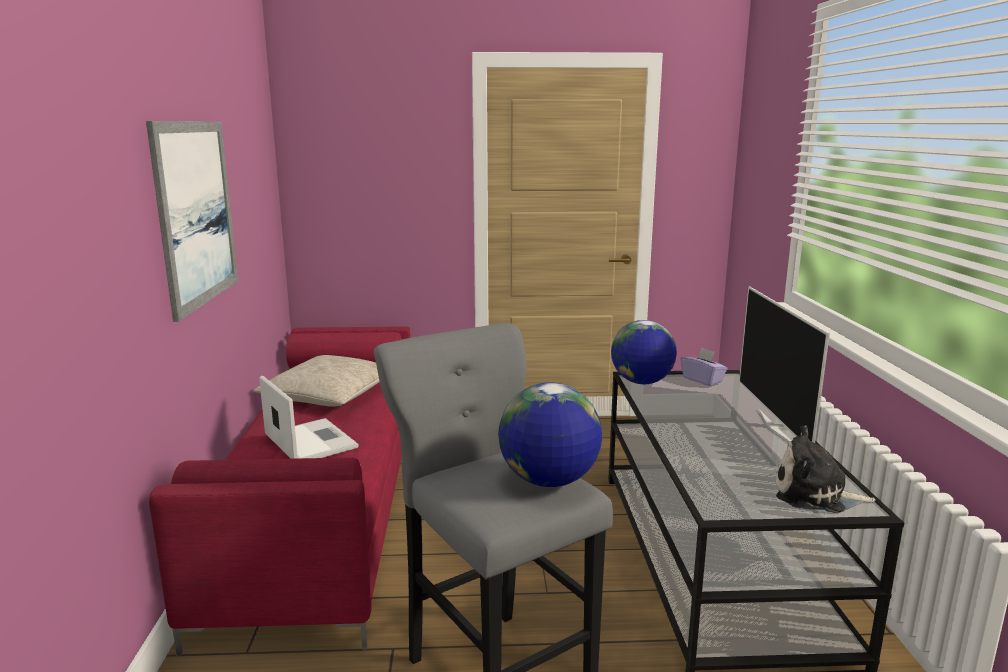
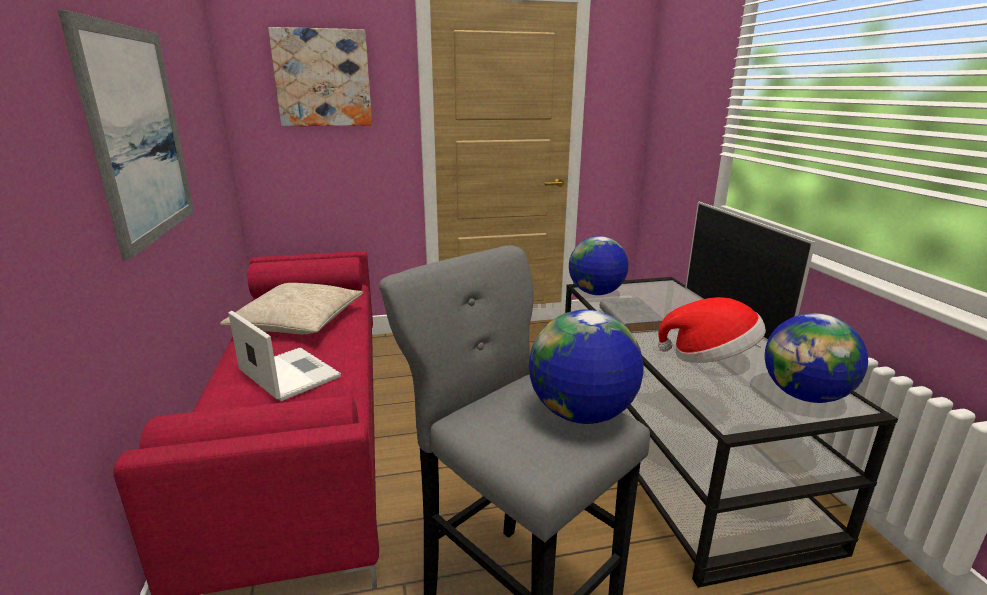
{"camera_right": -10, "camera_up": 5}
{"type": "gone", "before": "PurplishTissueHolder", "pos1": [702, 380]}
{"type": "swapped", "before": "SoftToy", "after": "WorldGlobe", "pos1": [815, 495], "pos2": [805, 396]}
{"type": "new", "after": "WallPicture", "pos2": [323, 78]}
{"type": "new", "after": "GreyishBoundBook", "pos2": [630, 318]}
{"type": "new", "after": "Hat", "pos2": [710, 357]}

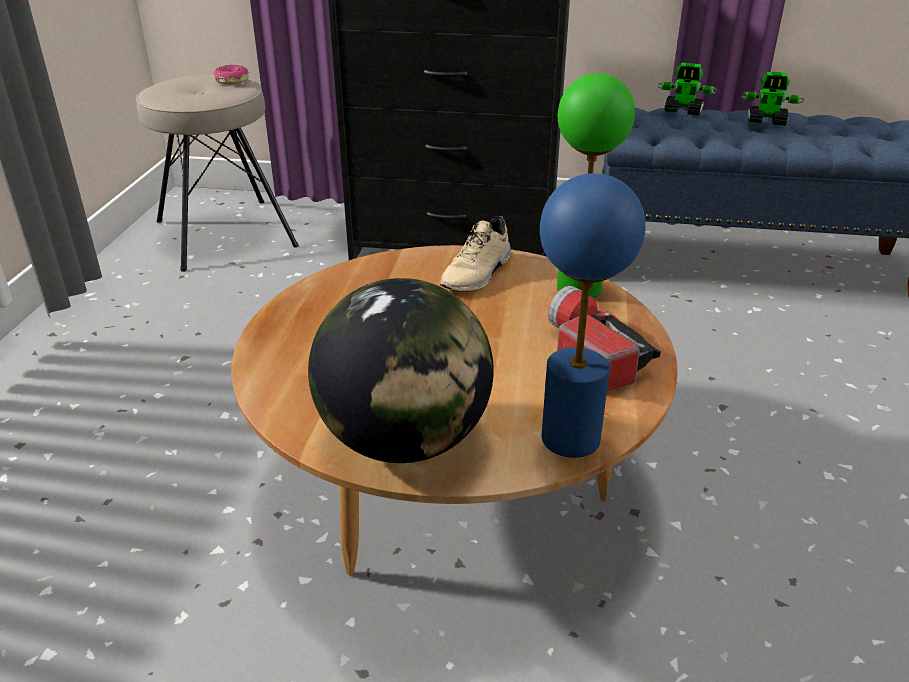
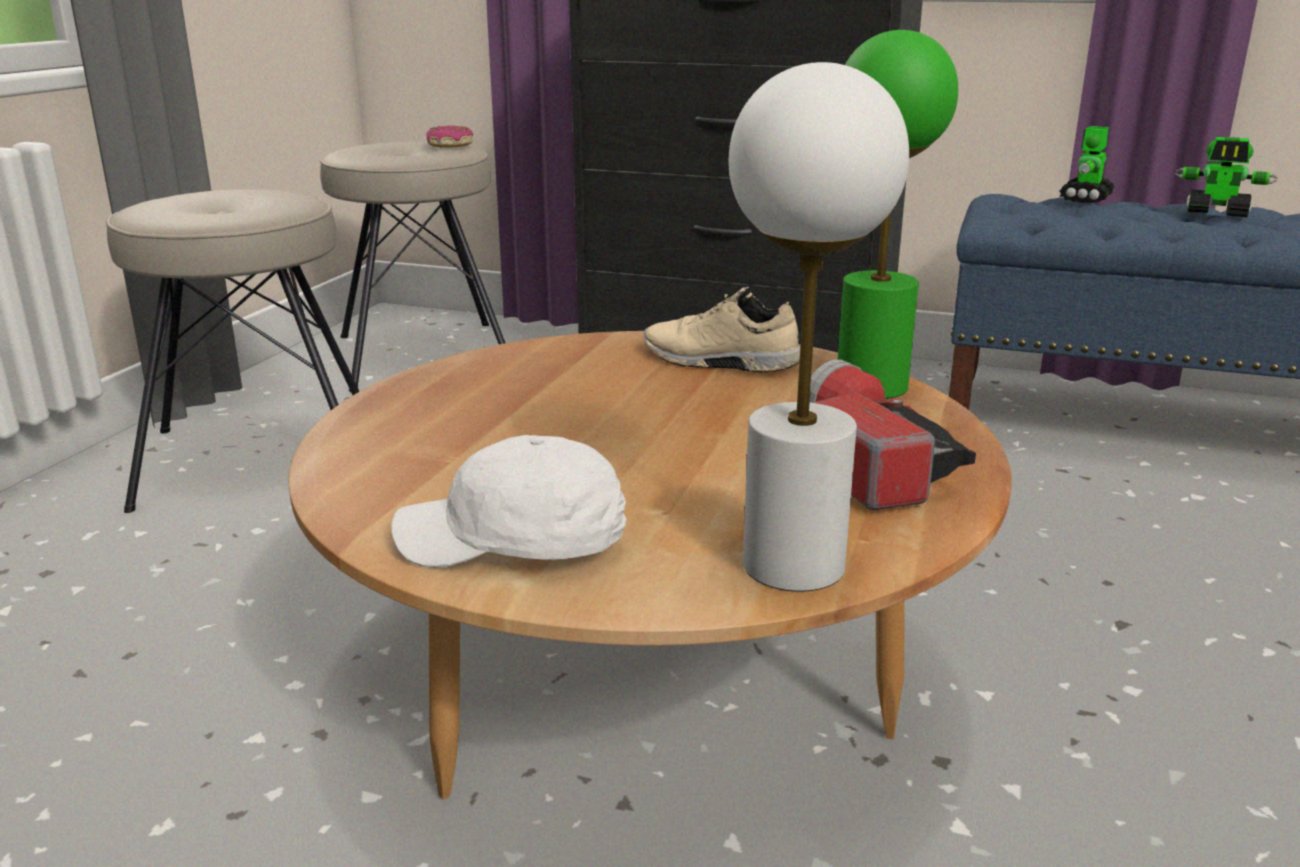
{"camera_right": 10, "camera_up": -10}
{"type": "rotated", "before": "ModelRobot", "pos1": [683, 111], "pos2": [1085, 199], "turn": 90}
{"type": "repainted", "before": "BluishLampForATable", "after": "WhitishLampForATable", "pos1": [570, 438], "pos2": [792, 565]}
{"type": "rotated", "before": "SandColouredLowShoe", "pos1": [478, 274], "pos2": [718, 362], "turn": 75}
{"type": "swapped", "before": "WorldGlobe", "after": "WhitishPeakedCap", "pos1": [404, 441], "pos2": [514, 544]}
{"type": "new", "after": "SandColouredStoolSeat", "pos2": [259, 459]}

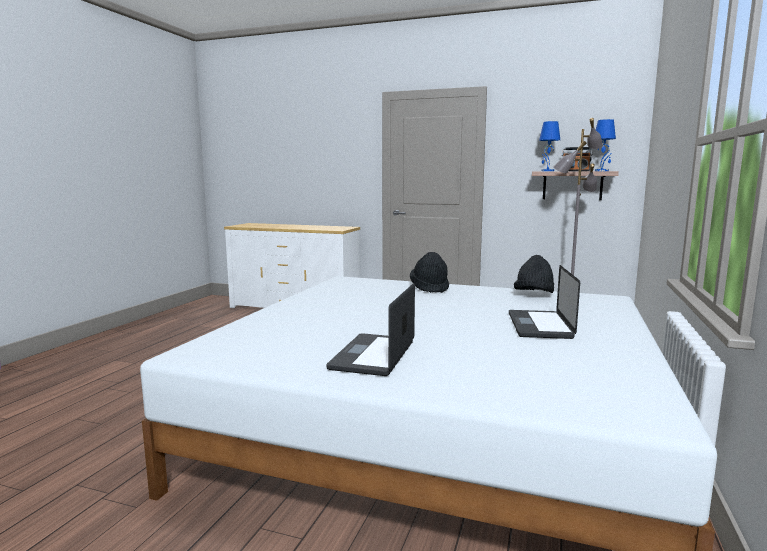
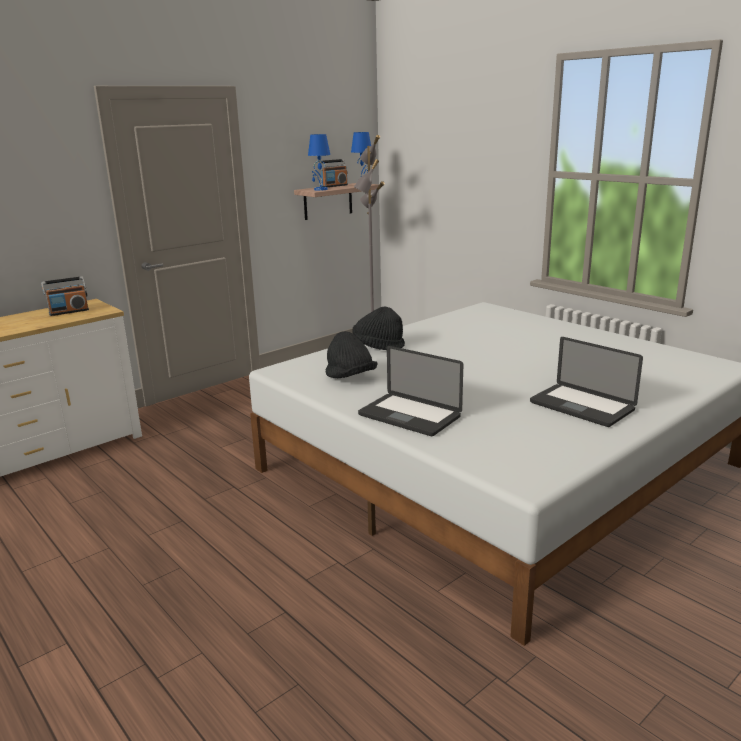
{"camera_right": -60, "camera_up": 10}
{"type": "shifted", "before": "BlackishHat", "pos1": [534, 295], "pos2": [350, 378]}
{"type": "shifted", "before": "PortableComputer", "pos1": [539, 325], "pos2": [409, 416]}
{"type": "new", "after": "RadioReceiver", "pos2": [69, 312]}

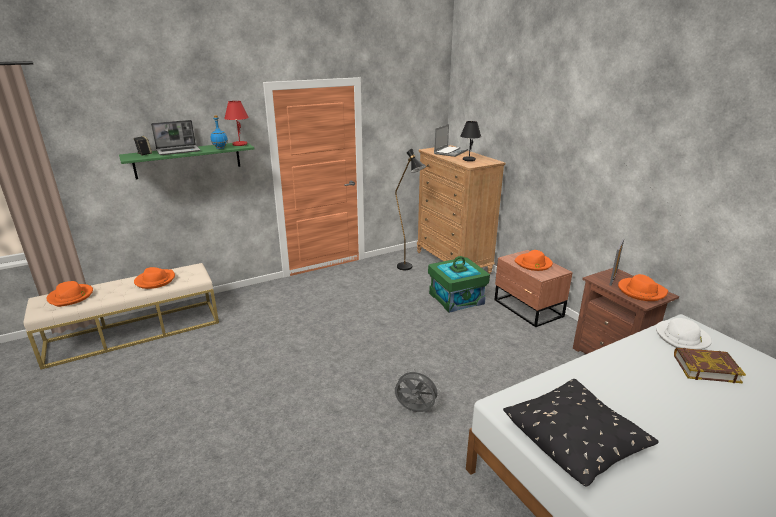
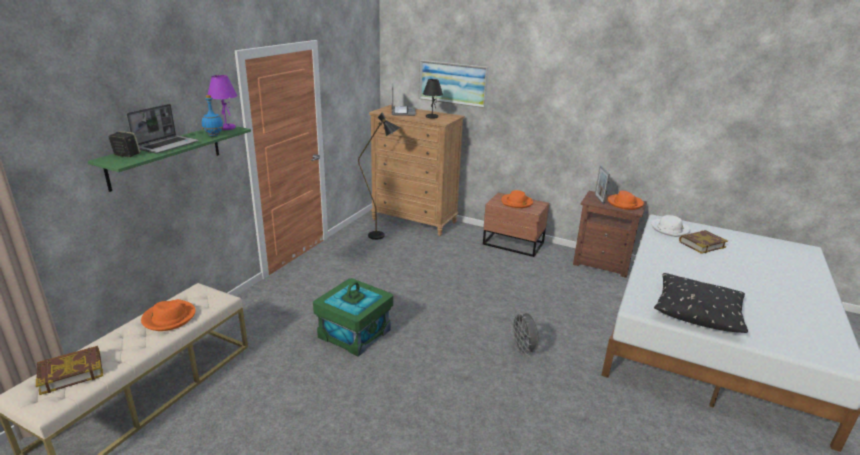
{"camera_right": -35, "camera_up": 0}
{"type": "repainted", "before": "RedLampForATable", "after": "PurplishLampForATable", "pos1": [239, 144], "pos2": [226, 128]}
{"type": "shifted", "before": "GreenColouredStorageBin", "pos1": [456, 298], "pos2": [354, 333]}
{"type": "swapped", "before": "OrangeHat", "after": "BoundBook", "pos1": [71, 297], "pos2": [71, 373]}
{"type": "rotated", "before": "GreyishFan", "pos1": [415, 410], "pos2": [523, 350], "turn": -90}
{"type": "new", "after": "WallPicture", "pos2": [452, 83]}

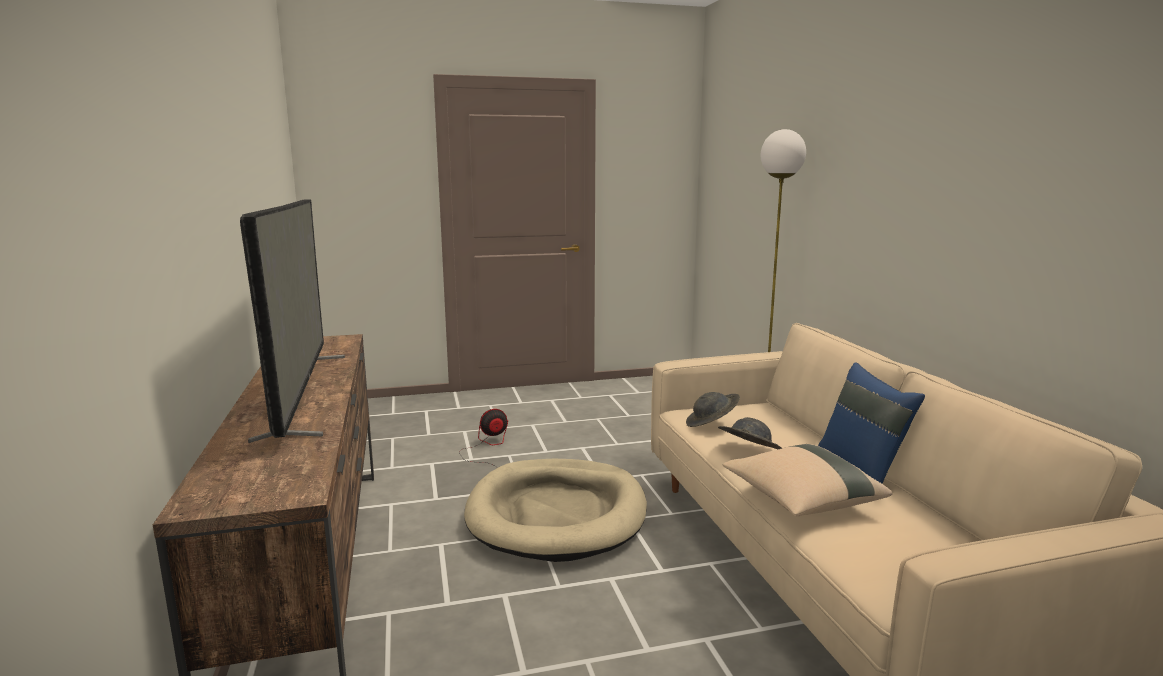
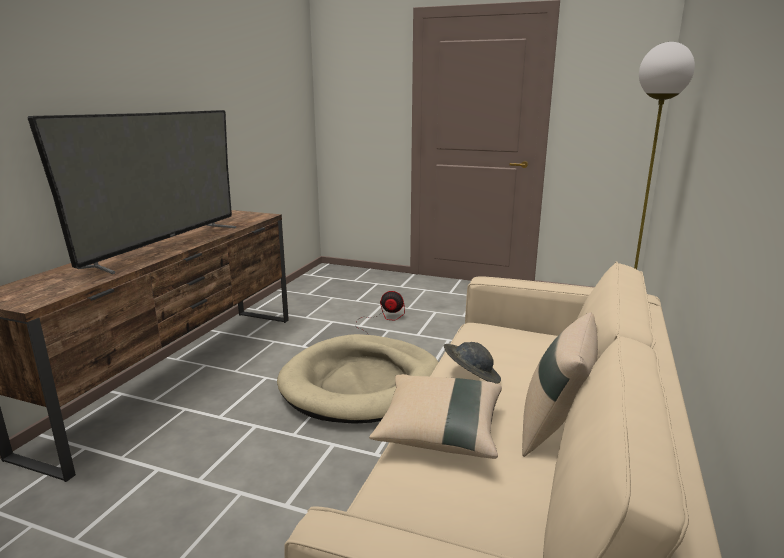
{"camera_right": 35, "camera_up": 5}
{"type": "repainted", "before": "BluishThrowPillow", "after": "SandColouredThrowPillow", "pos1": [862, 470], "pos2": [555, 429]}
{"type": "gone", "before": "GreyishHat", "pos1": [711, 424]}

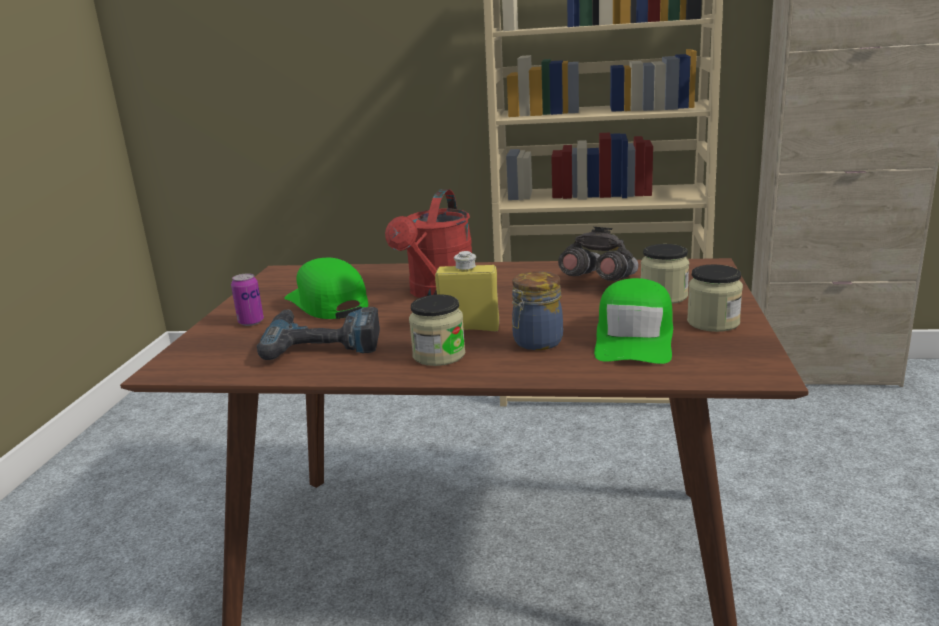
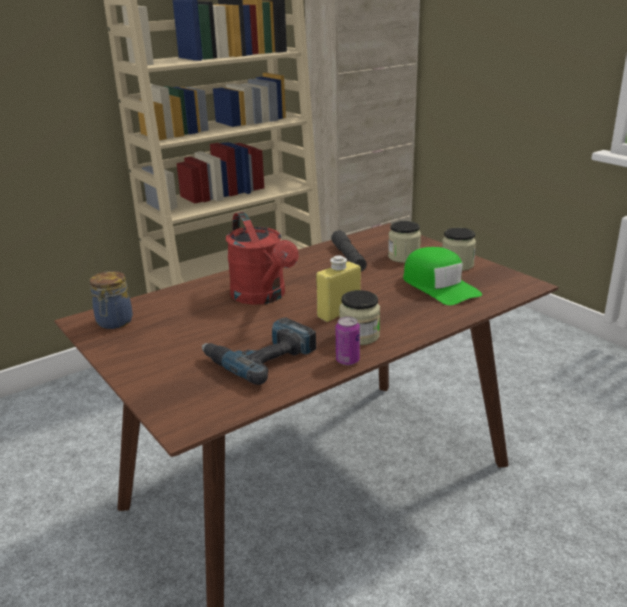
{"camera_right": -45, "camera_up": 5}
{"type": "swapped", "before": "GreyishBinoculars", "after": "GreyishFlashlight", "pos1": [598, 281], "pos2": [348, 258]}
{"type": "gone", "before": "GreenColouredPeakedCap", "pos1": [327, 303]}
{"type": "shifted", "before": "PreserveJar", "pos1": [536, 342], "pos2": [114, 323]}
{"type": "shifted", "before": "SealedCan", "pos1": [251, 322], "pos2": [347, 360]}

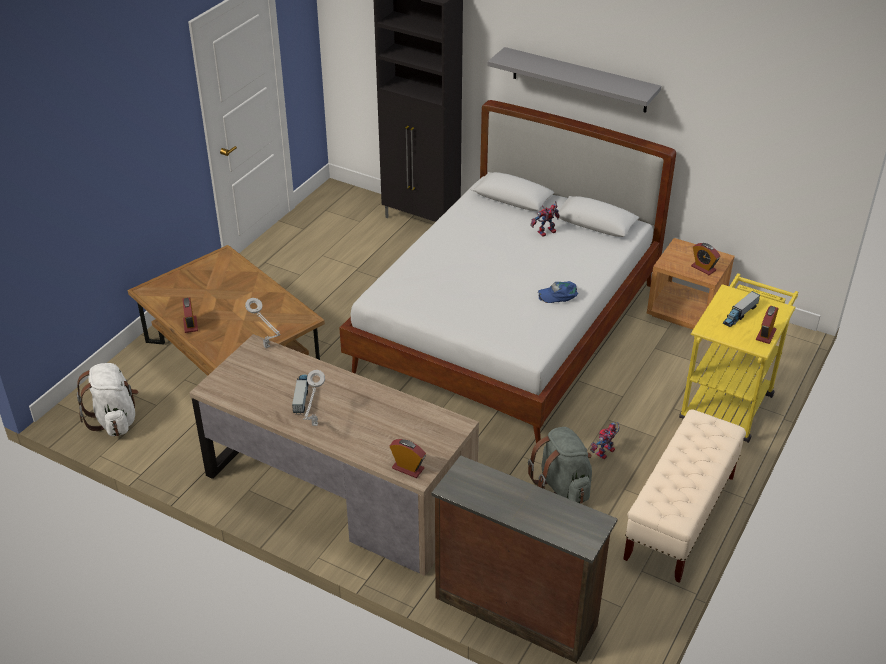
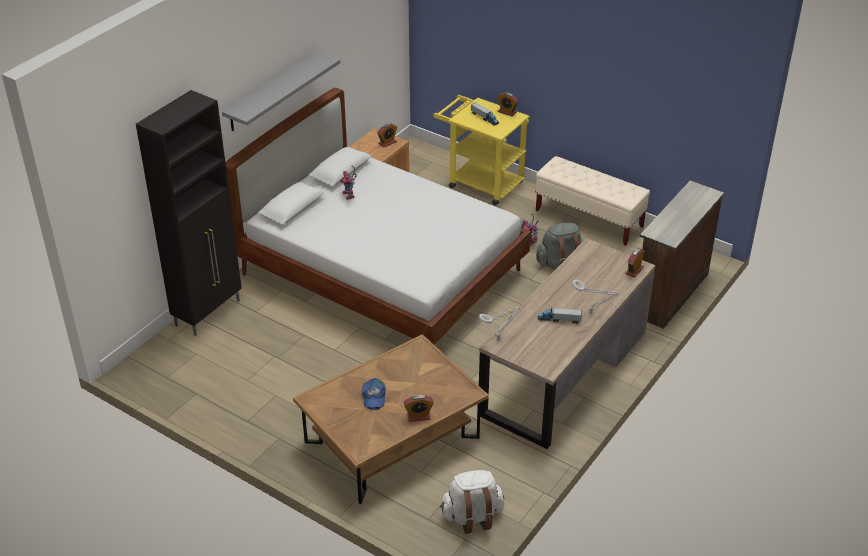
{"camera_right": -85, "camera_up": 0}
{"type": "shifted", "before": "BluishPeakedCap", "pos1": [558, 294], "pos2": [373, 396]}

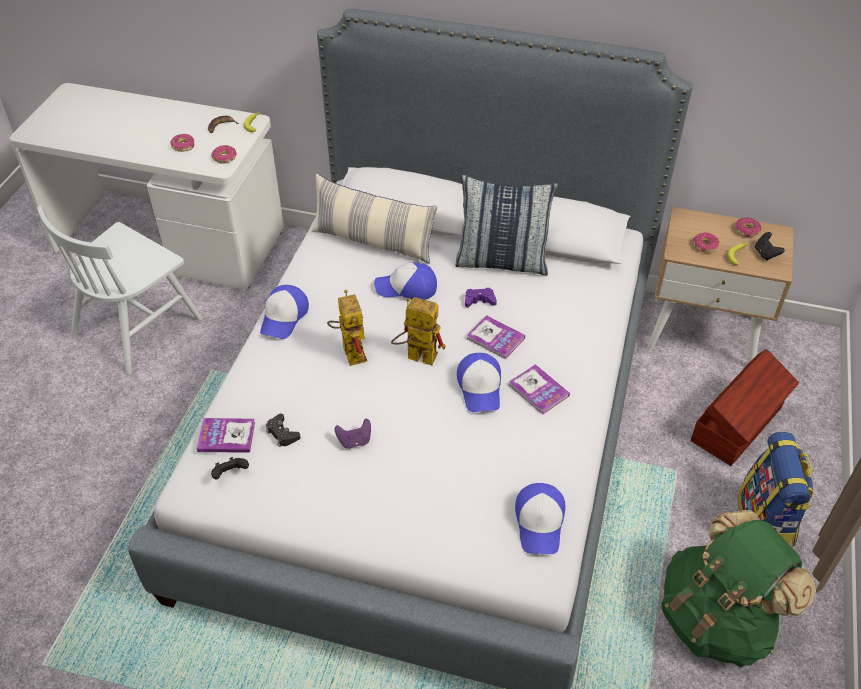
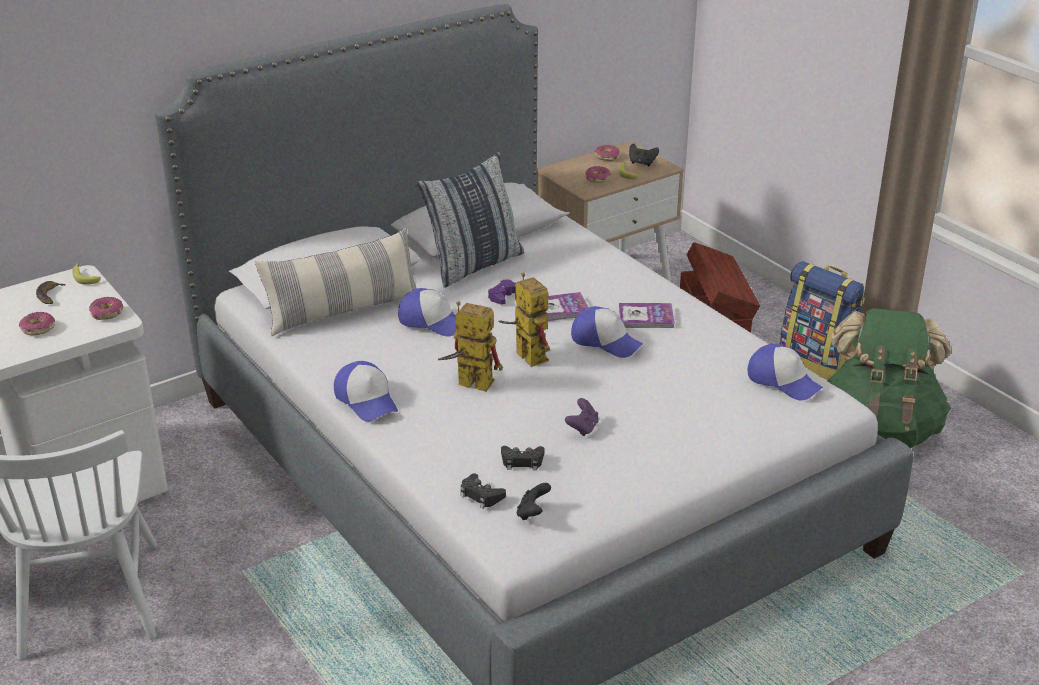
{"camera_right": -50, "camera_up": -15}
{"type": "rotated", "before": "PeakedCap", "pos1": [406, 288], "pos2": [432, 321], "turn": -105}
{"type": "rotated", "before": "ModelRobot", "pos1": [415, 356], "pos2": [525, 354], "turn": 90}
{"type": "swapped", "before": "BoundBook", "after": "BlackishJoypad", "pos1": [226, 436], "pos2": [481, 495]}

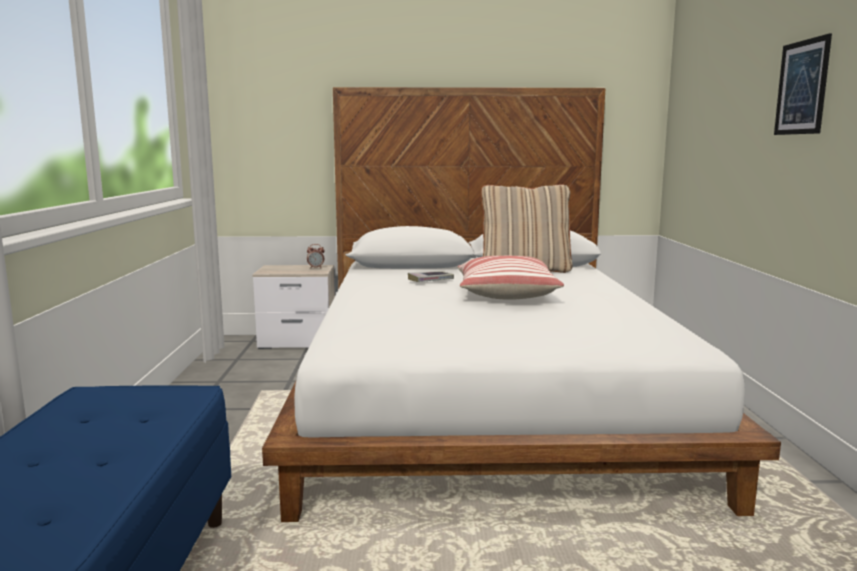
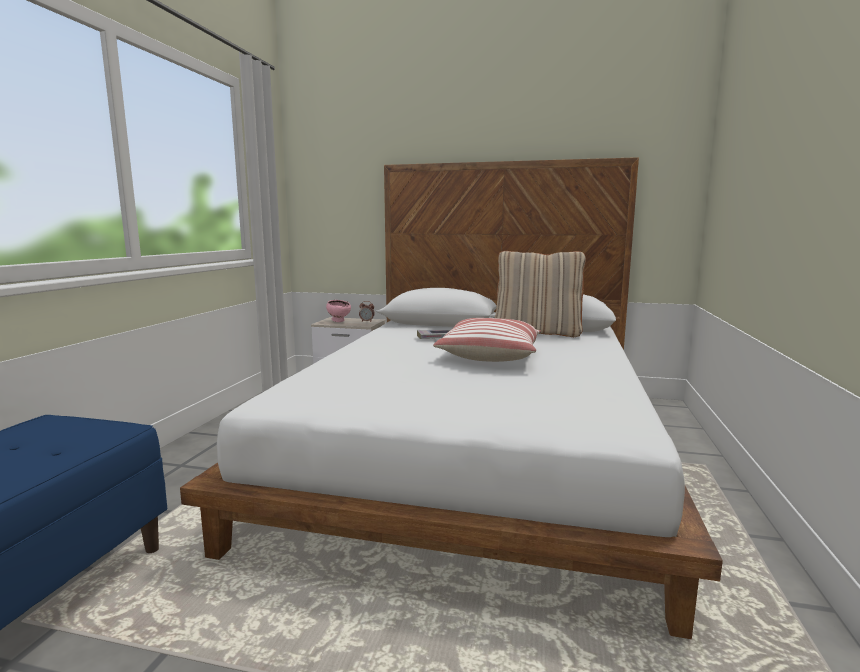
{"camera_right": 15, "camera_up": 0}
{"type": "gone", "before": "WallPicture", "pos1": [802, 87]}
{"type": "new", "after": "PinkServingBowl", "pos2": [339, 321]}

